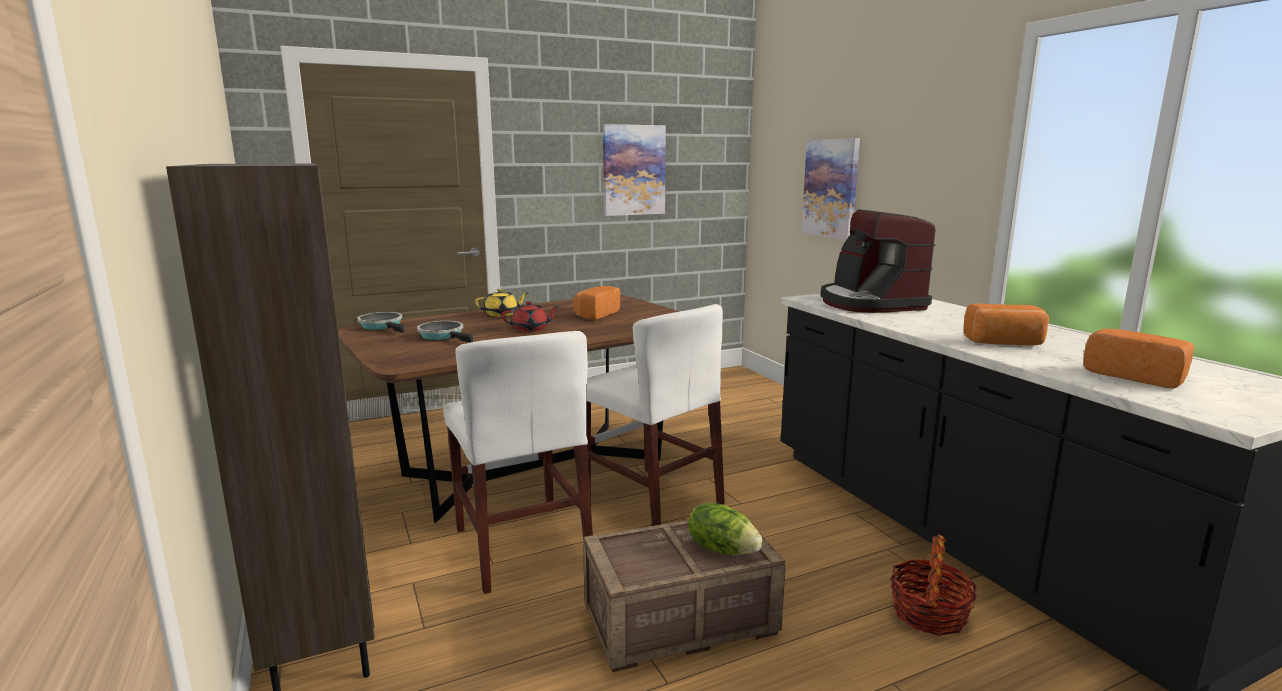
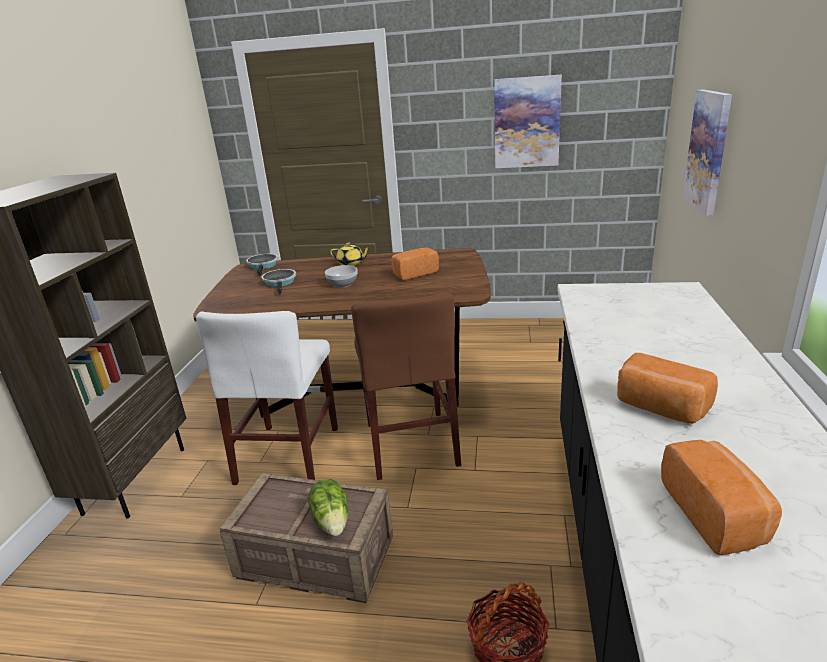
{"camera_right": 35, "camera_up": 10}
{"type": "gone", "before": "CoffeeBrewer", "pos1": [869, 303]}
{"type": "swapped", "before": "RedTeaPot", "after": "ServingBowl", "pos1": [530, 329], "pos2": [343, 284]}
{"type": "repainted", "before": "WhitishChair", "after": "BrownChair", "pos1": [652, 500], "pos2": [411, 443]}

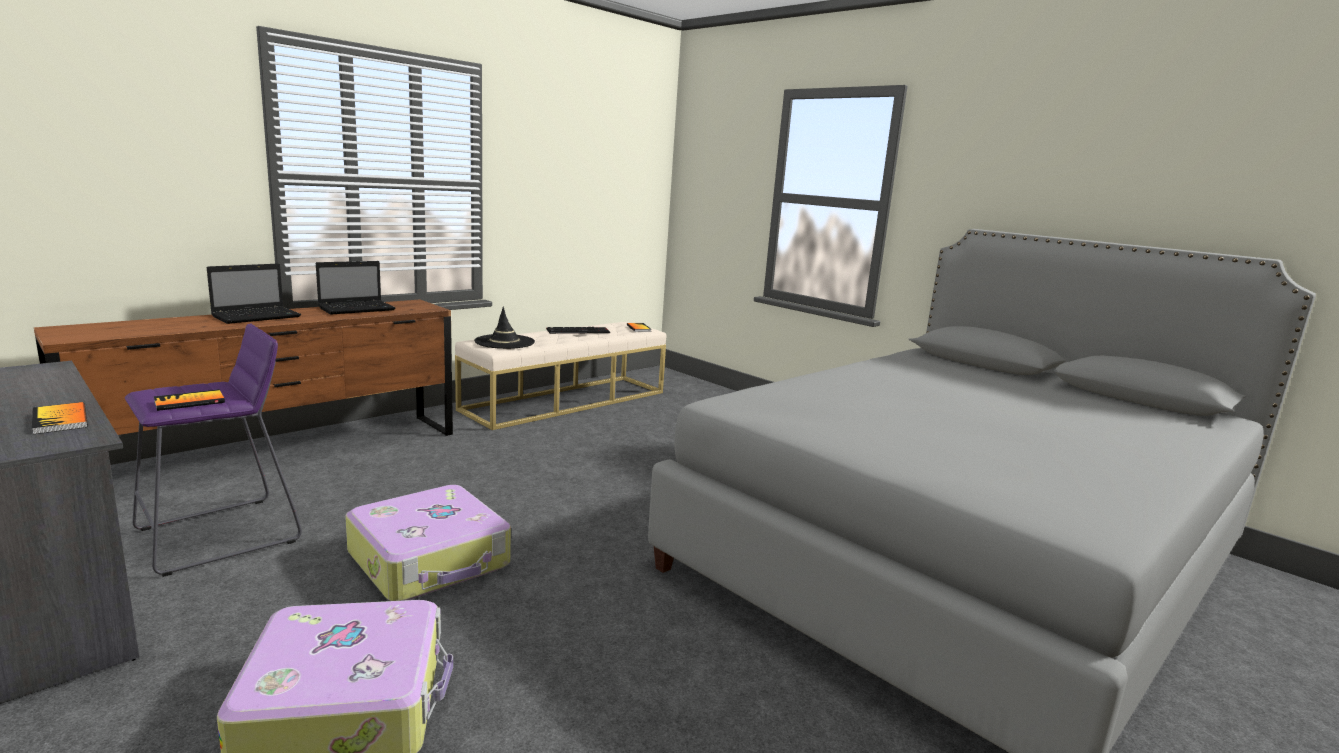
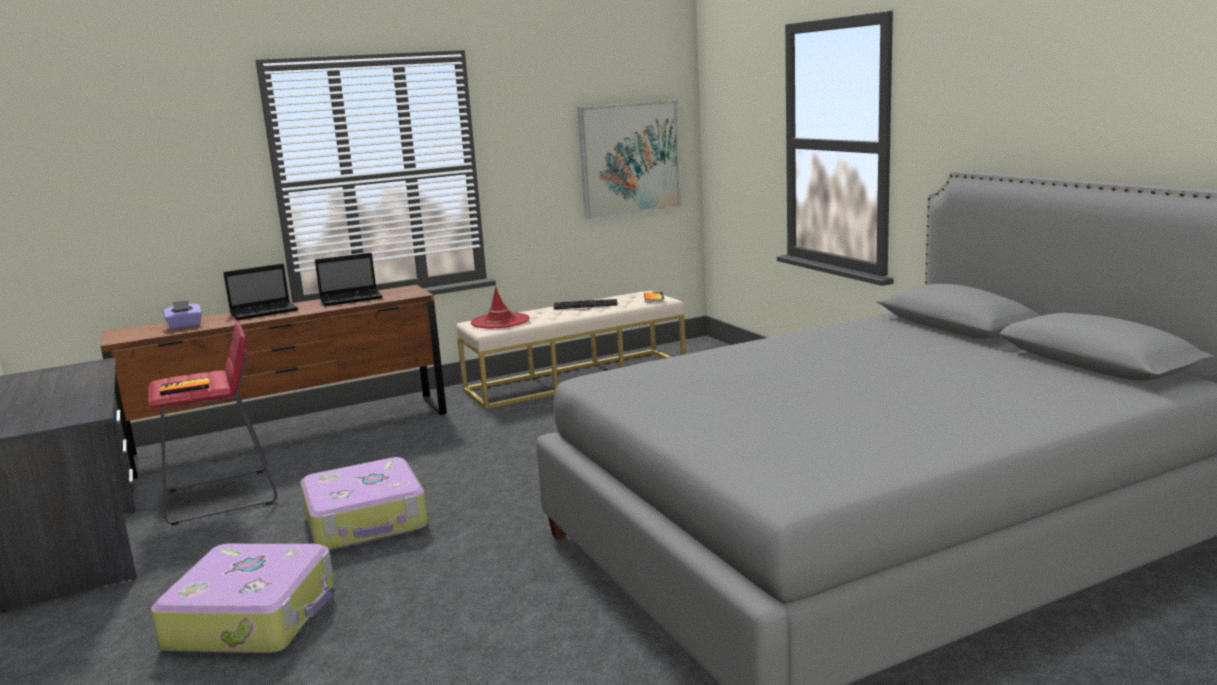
{"camera_right": 20, "camera_up": 0}
{"type": "repainted", "before": "BlackishHat", "after": "RedHat", "pos1": [504, 342], "pos2": [500, 321]}
{"type": "repainted", "before": "PurplishStoolSeat", "after": "RedStoolSeat", "pos1": [219, 535], "pos2": [221, 497]}
{"type": "gone", "before": "BoundBook", "pos1": [60, 420]}
{"type": "new", "after": "WallPicture", "pos2": [630, 158]}
{"type": "new", "after": "PurplishTissueHolder", "pos2": [185, 326]}

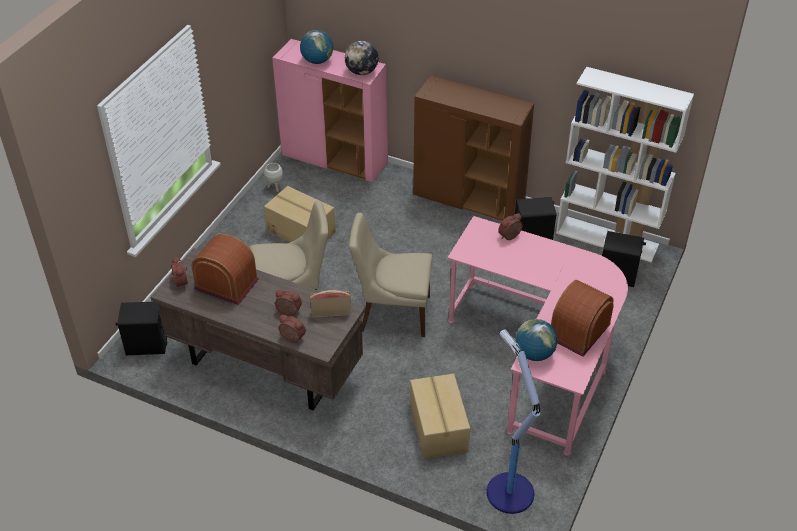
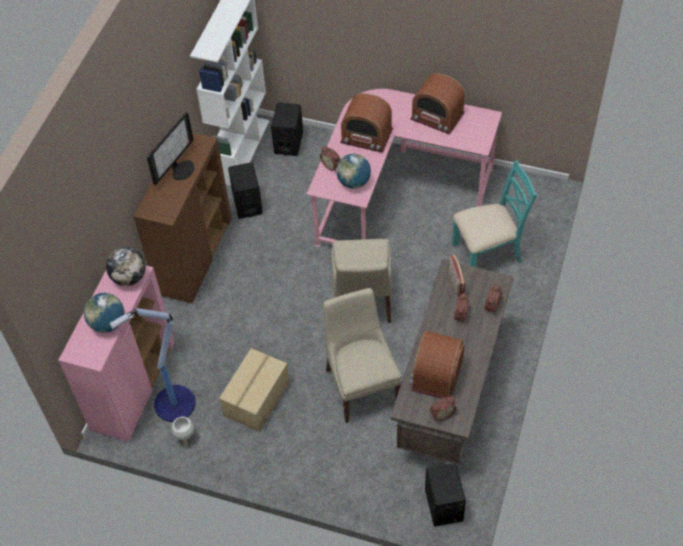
{"camera_right": -95, "camera_up": 10}
{"type": "shifted", "before": "WorldGlobe", "pos1": [534, 354], "pos2": [354, 182]}
{"type": "shifted", "before": "StandingLamp", "pos1": [508, 491], "pos2": [173, 404]}
{"type": "swapped", "before": "CardboardBox", "after": "BlueGreenChair", "pos1": [437, 428], "pos2": [488, 252]}
{"type": "new", "after": "RadioReceiver", "pos2": [366, 136]}
{"type": "new", "after": "Monitor", "pos2": [181, 169]}

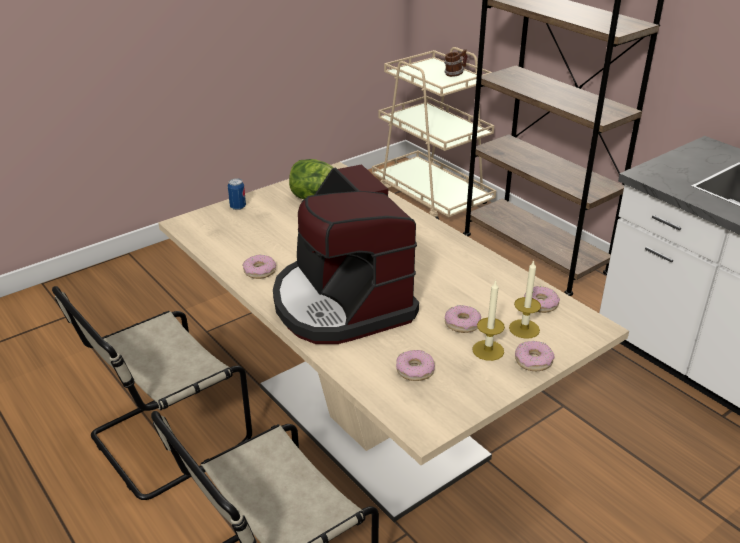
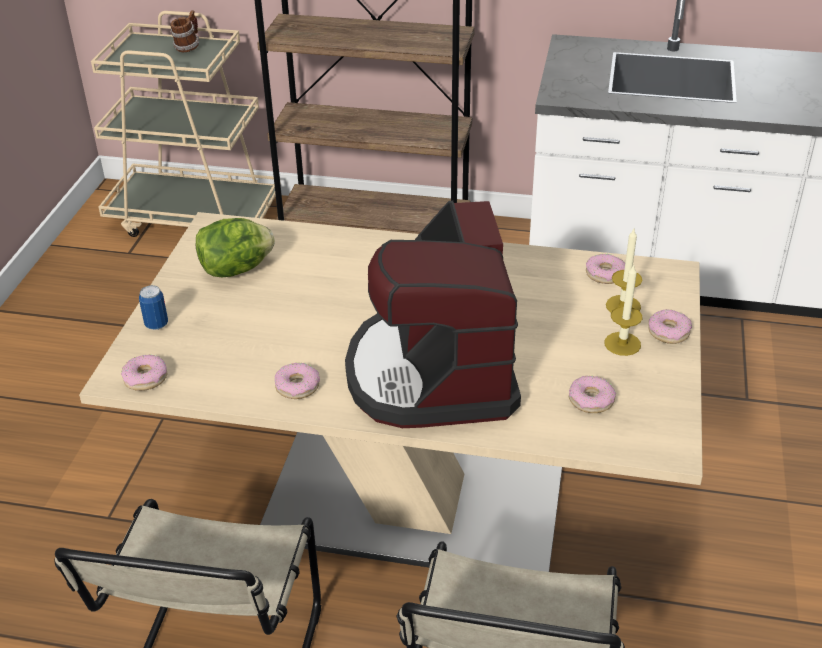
{"camera_right": -40, "camera_up": 5}
{"type": "rotated", "before": "CoffeeBrewer", "pos1": [341, 303], "pos2": [433, 373], "turn": 60}
{"type": "shifted", "before": "RingDoughnut", "pos1": [462, 324], "pos2": [145, 378]}

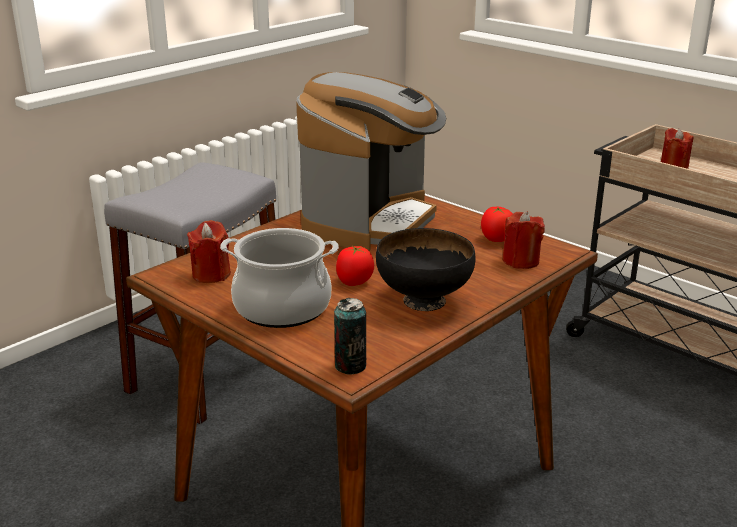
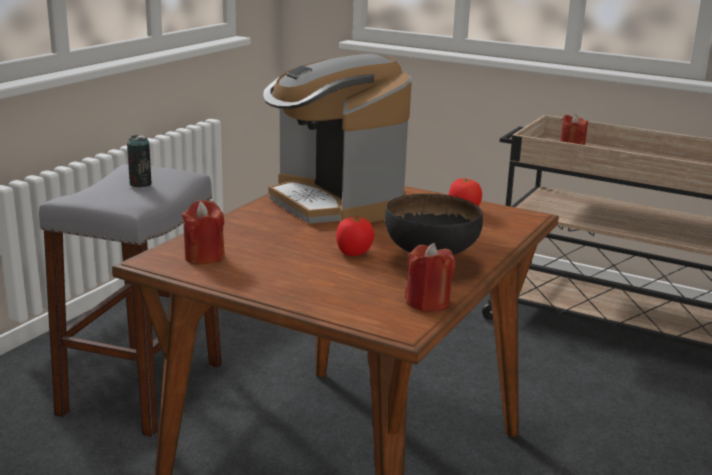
{"camera_right": -15, "camera_up": -5}
{"type": "rotated", "before": "CoffeeBrewer", "pos1": [370, 222], "pos2": [335, 203], "turn": 135}
{"type": "shifted", "before": "RedWaxLight", "pos1": [520, 261], "pos2": [427, 303]}
{"type": "gone", "before": "Saucepot", "pos1": [282, 308]}
{"type": "shifted", "before": "SealedCan", "pos1": [350, 366], "pos2": [140, 184]}

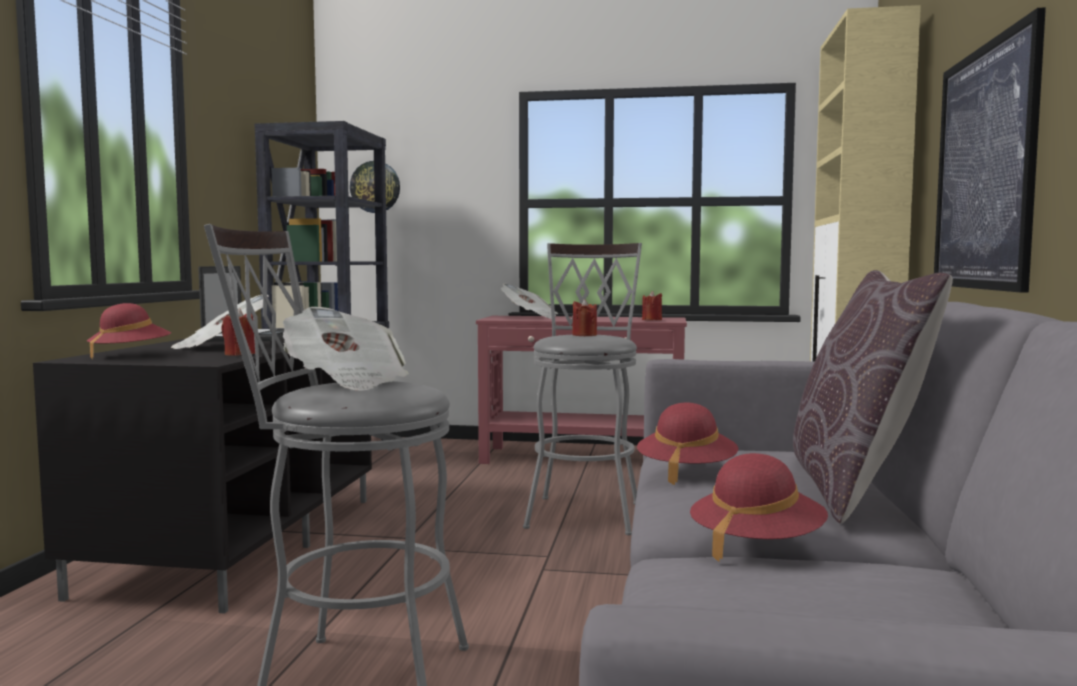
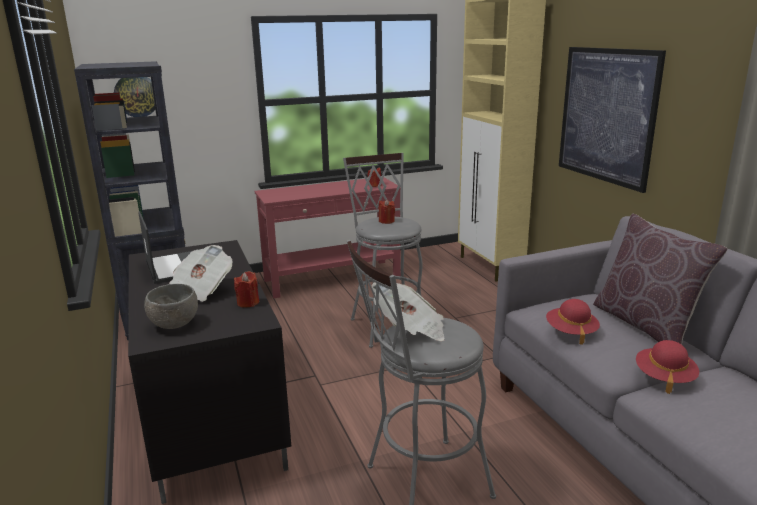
{"camera_right": -30, "camera_up": 15}
{"type": "gone", "before": "Newspaper", "pos1": [530, 317]}
{"type": "swapped", "before": "RedHat", "after": "GreyishServingBowl", "pos1": [130, 355], "pos2": [173, 324]}

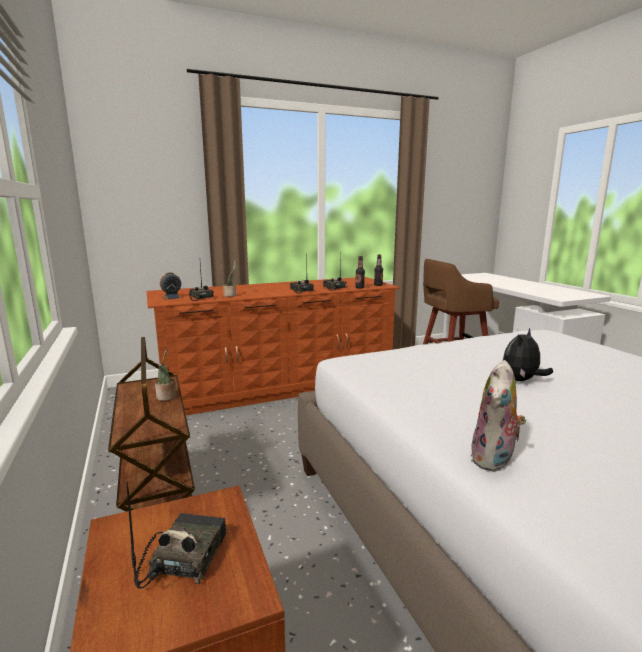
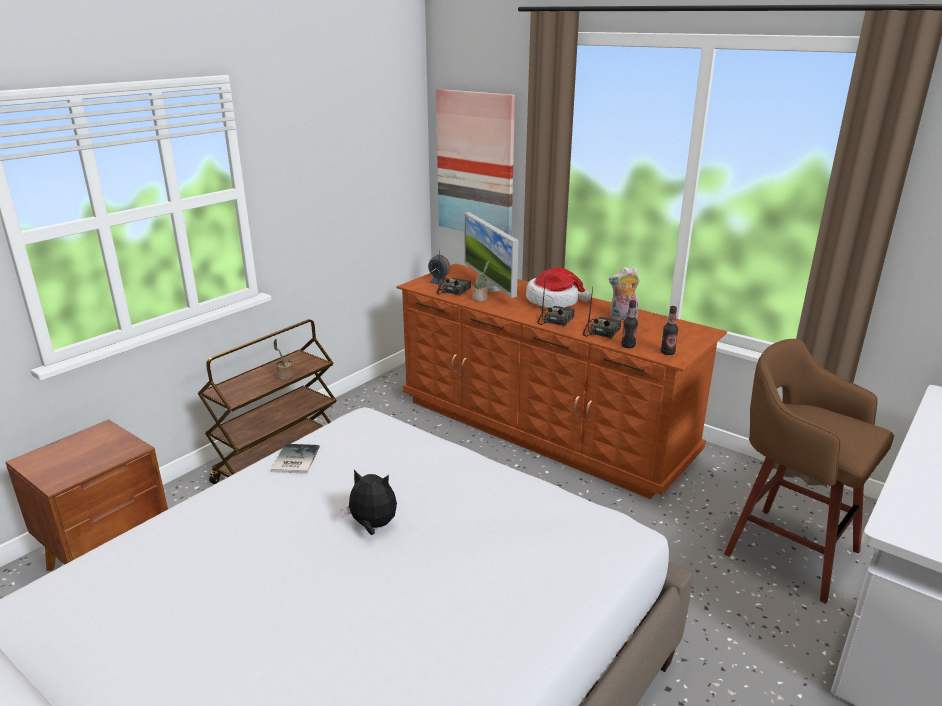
{"camera_right": 60, "camera_up": 10}
{"type": "shifted", "before": "SoftToy", "pos1": [494, 460], "pos2": [623, 318]}
{"type": "gone", "before": "RadioReceiver", "pos1": [182, 557]}
{"type": "new", "after": "WallPicture", "pos2": [476, 164]}
{"type": "new", "after": "Monitor", "pos2": [490, 287]}
{"type": "new", "after": "Hat", "pos2": [554, 301]}
{"type": "new", "after": "BoundBook", "pos2": [294, 460]}

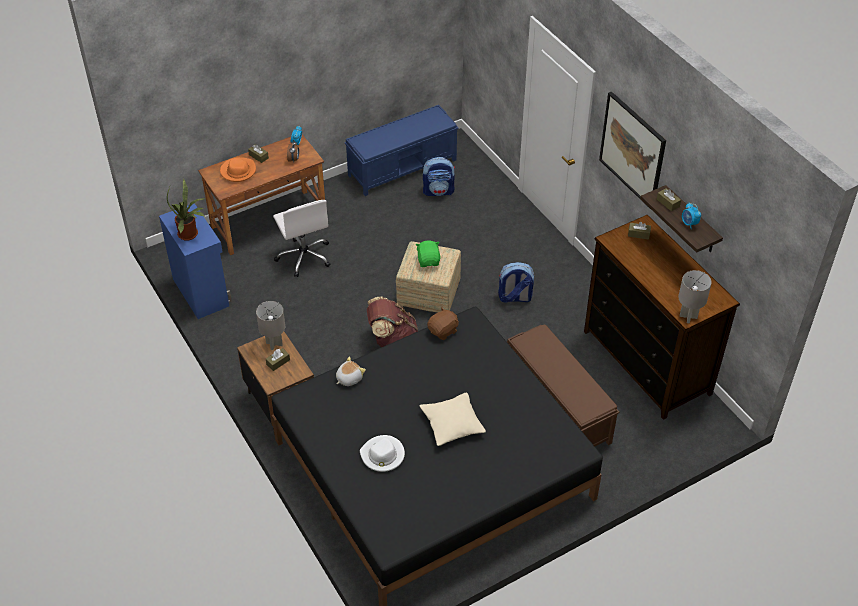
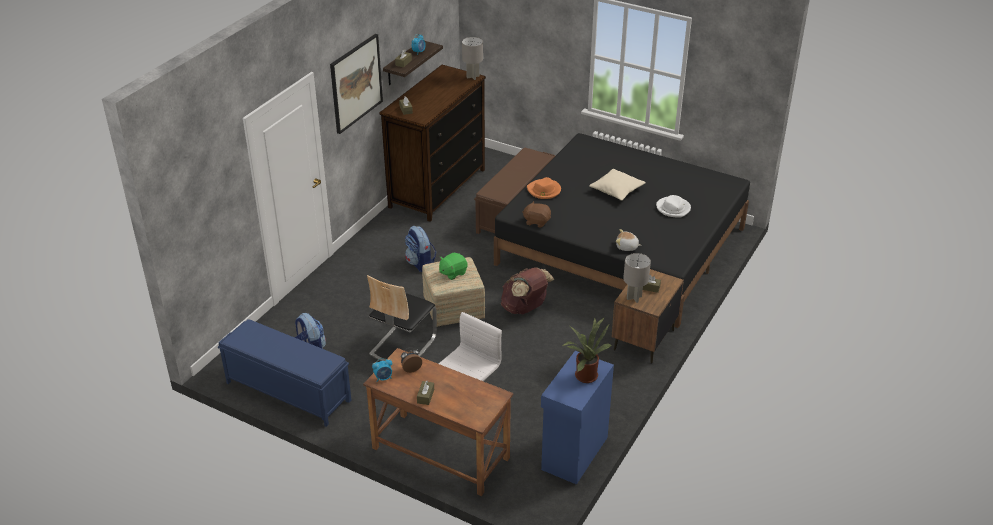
{"camera_right": -120, "camera_up": -10}
{"type": "shifted", "before": "OrangeHat", "pos1": [238, 171], "pos2": [544, 190]}
{"type": "new", "after": "Chair", "pos2": [402, 346]}

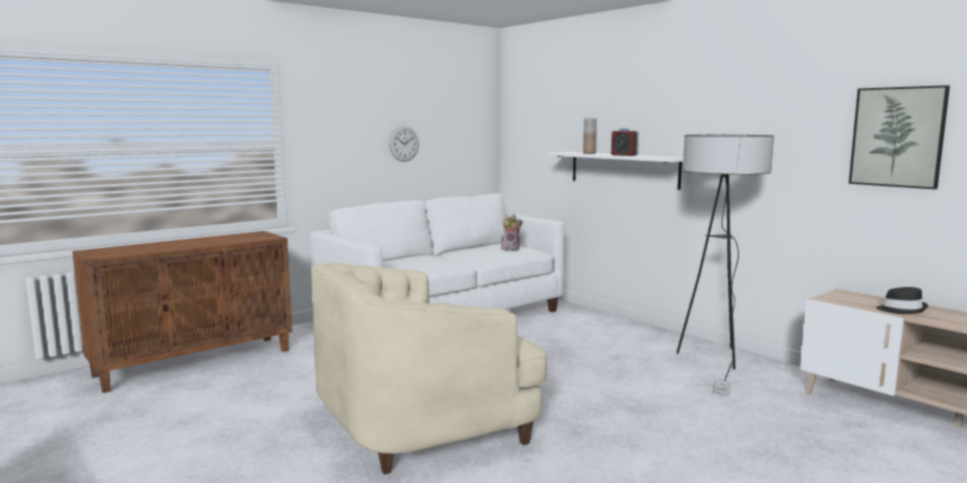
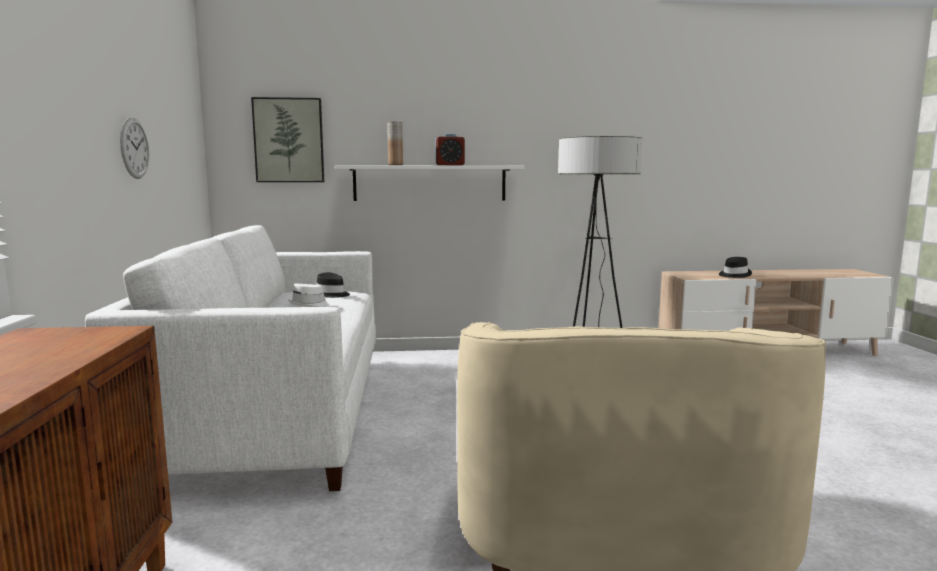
{"camera_right": -55, "camera_up": 0}
{"type": "shifted", "before": "WallPicture", "pos1": [897, 137], "pos2": [289, 140]}
{"type": "swapped", "before": "SoftToy", "after": "BlackishHat", "pos1": [511, 249], "pos2": [331, 294]}
{"type": "new", "after": "WhitishHat", "pos2": [310, 305]}

